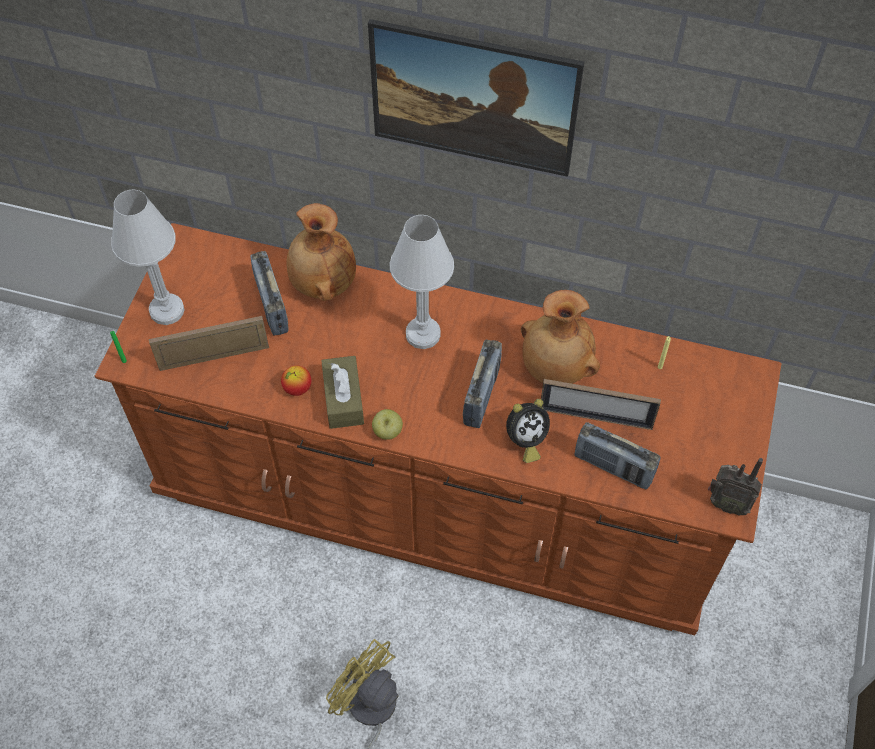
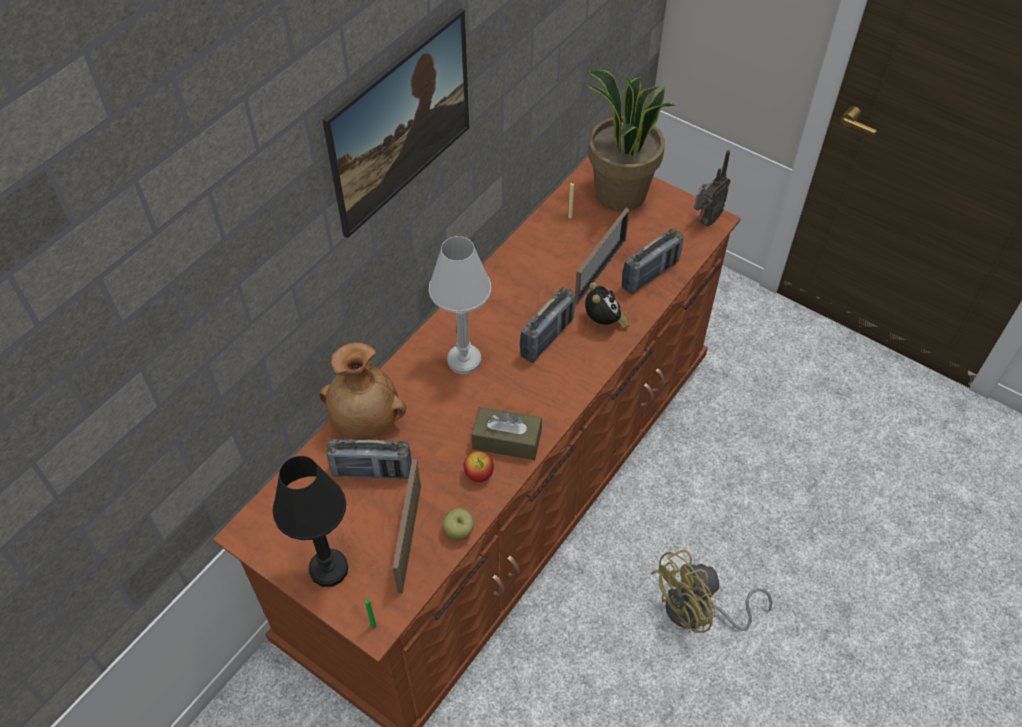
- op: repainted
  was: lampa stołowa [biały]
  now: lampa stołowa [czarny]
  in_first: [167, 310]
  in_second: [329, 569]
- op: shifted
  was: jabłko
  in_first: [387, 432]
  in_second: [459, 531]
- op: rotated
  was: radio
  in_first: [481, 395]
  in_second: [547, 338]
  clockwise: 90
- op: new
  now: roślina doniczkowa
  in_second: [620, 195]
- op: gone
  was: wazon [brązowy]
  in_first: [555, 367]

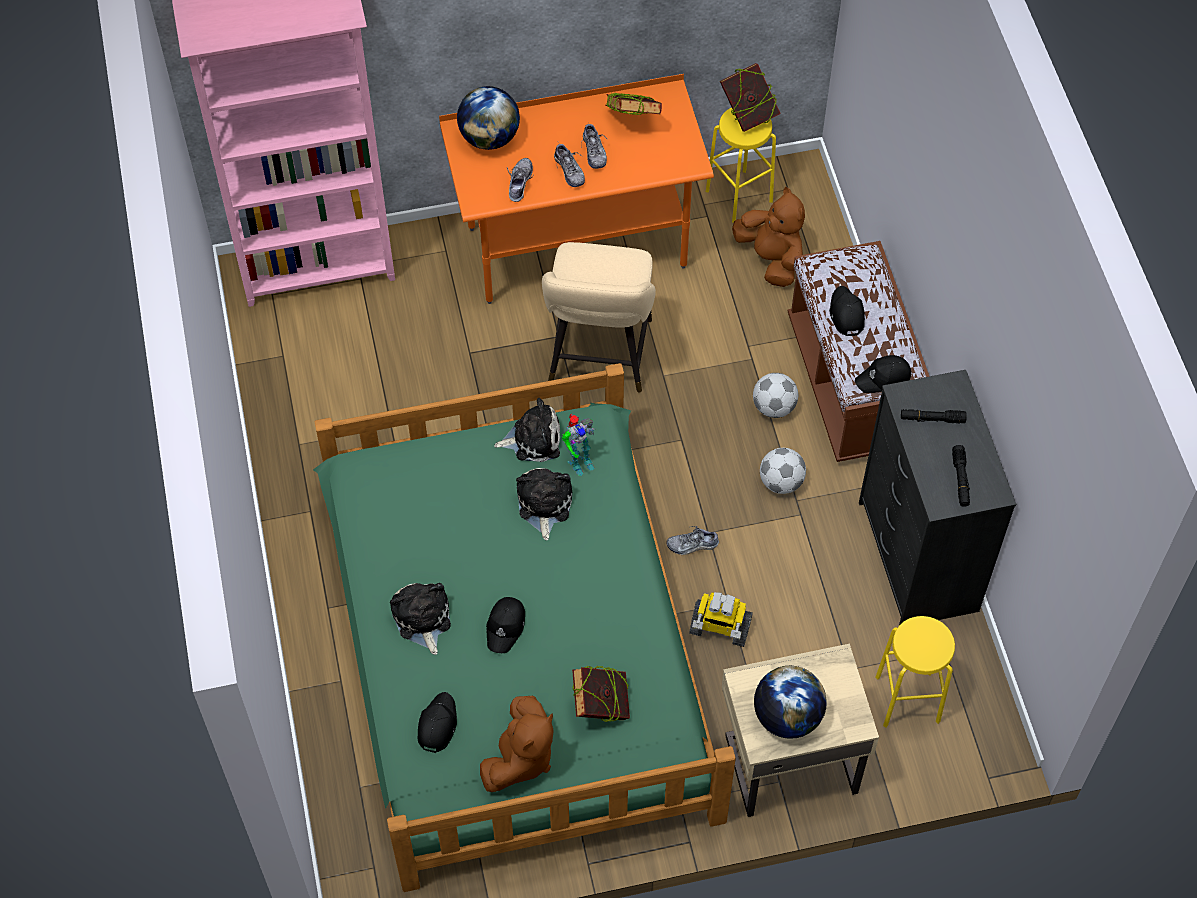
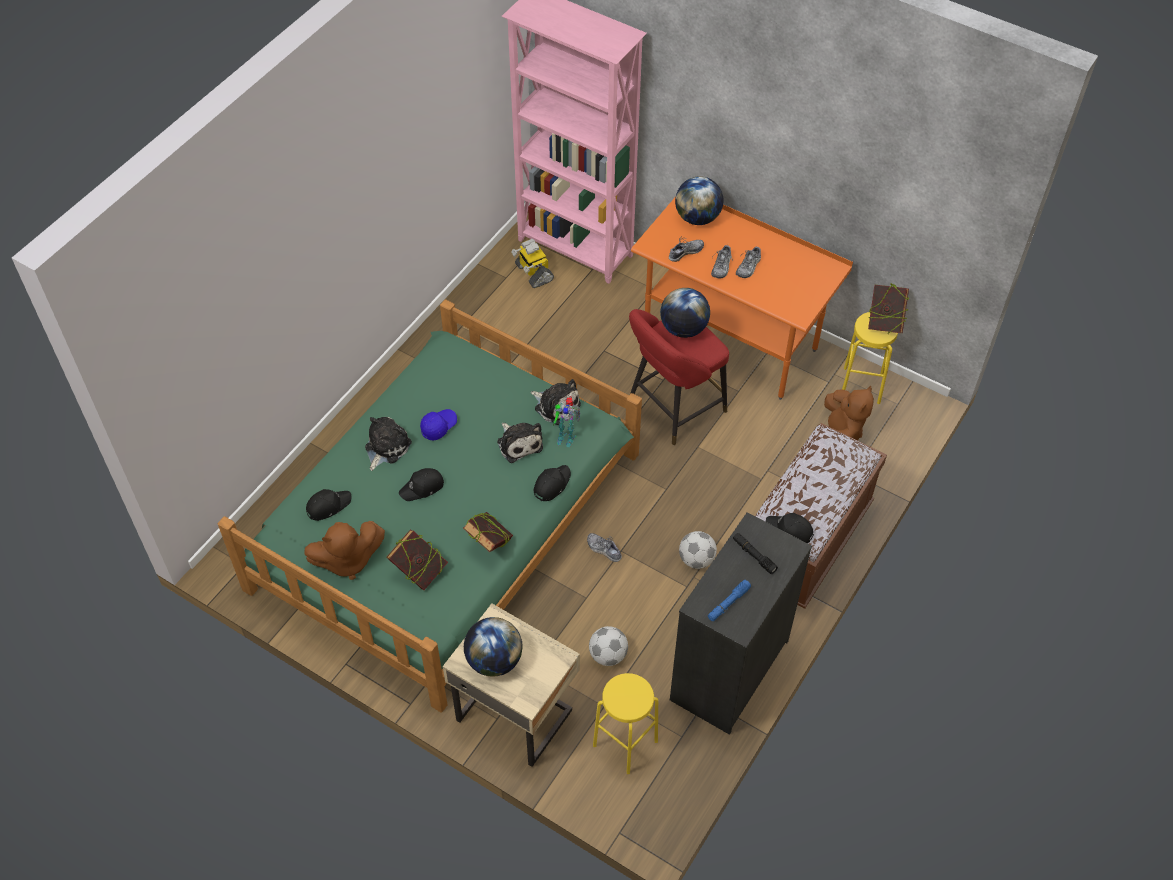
- op: new
  now: czapka z daszkiem [niebieski]
  in_second: [438, 427]
- op: shifted
  was: książka
  in_first: [632, 122]
  in_second: [489, 544]
- op: rotated
  was: pluszak
  in_first: [544, 505]
  in_second: [519, 443]
  clockwise: 105
- op: shifted
  was: robot zabawkowy
  in_first: [719, 627]
  in_second: [533, 273]
- op: shifted
  was: czapka z daszkiem [czarny]
  in_first: [846, 314]
  in_second: [551, 484]
- op: shifted
  was: piłka futbolowa
  in_first: [773, 407]
  in_second: [607, 655]
- op: repainted
  was: stołek [beżowy]
  now: stołek [czerwony]
  in_first: [599, 357]
  in_second: [673, 408]
- op: new
  now: globus
  in_second: [683, 329]
- op: repainted
  was: latarka [czarny]
  now: latarka [niebieski]
  in_first: [960, 479]
  in_second: [728, 603]

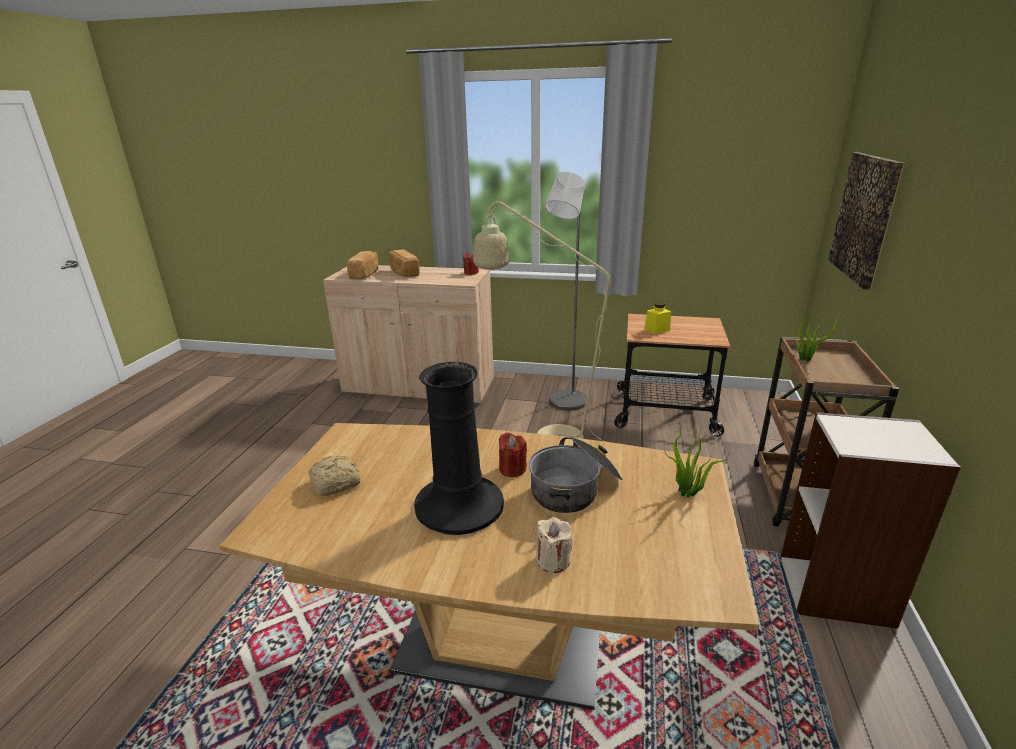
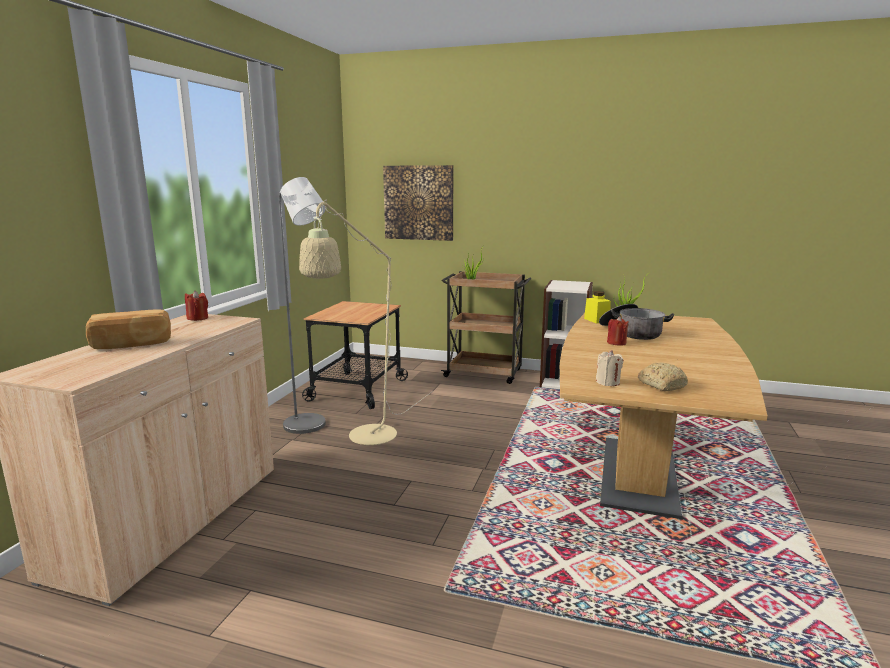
- op: shifted
  was: słoik [żółty]
  in_first: [657, 330]
  in_second: [596, 320]
- op: shifted
  was: świeca [beżowy]
  in_first: [553, 560]
  in_second: [608, 382]
- op: gone
  was: chleb
  in_first: [365, 274]
- op: gone
  was: wazon [czarny]
  in_first: [460, 505]

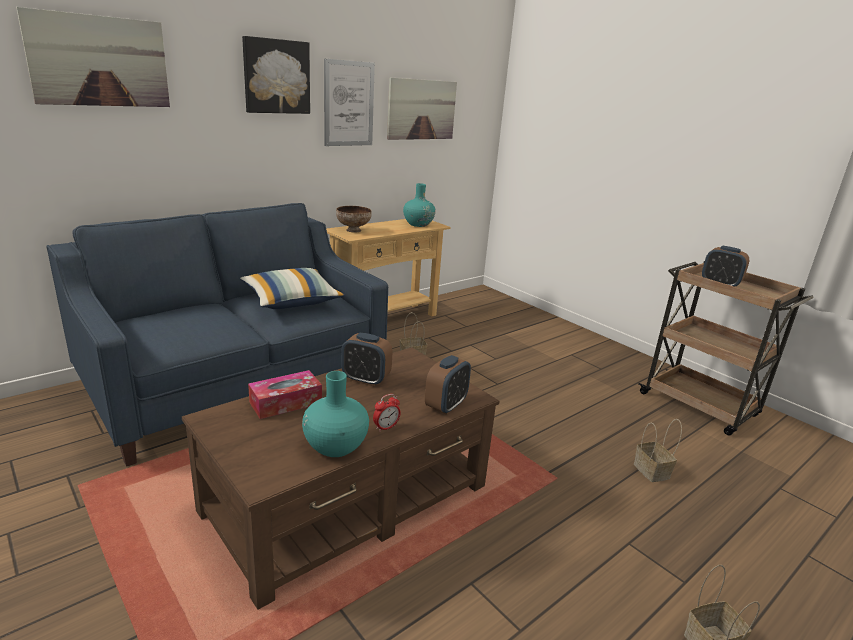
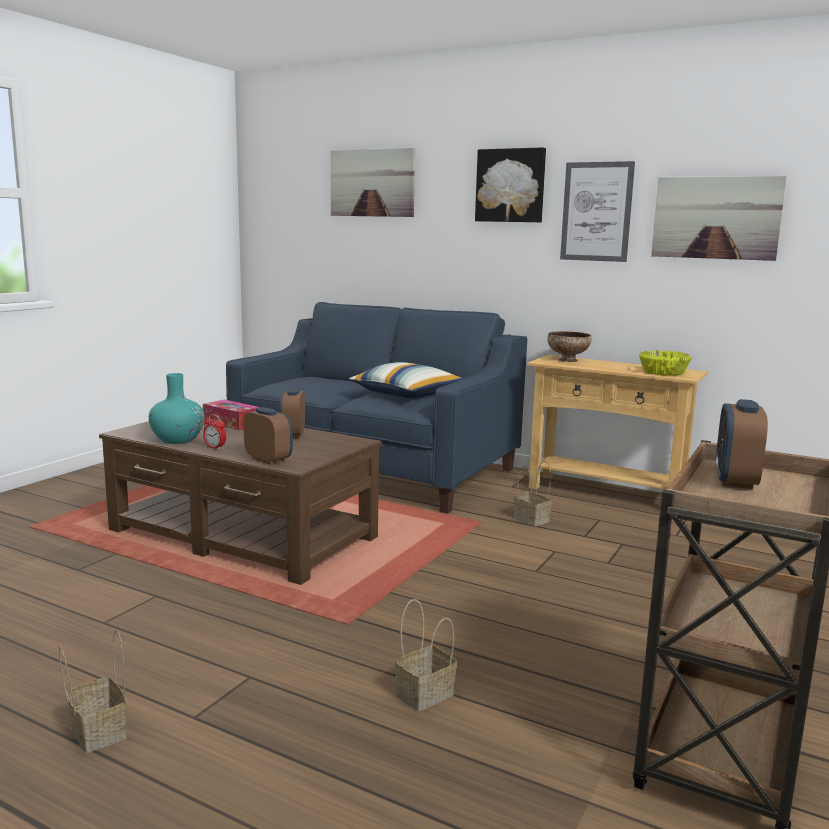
- op: rotated
  was: budzik
  in_first: [446, 405]
  in_second: [268, 459]
  clockwise: -150
- op: swapped
  was: wazon [turkusowy]
  now: miska [żółty]
  in_first: [418, 224]
  in_second: [663, 372]

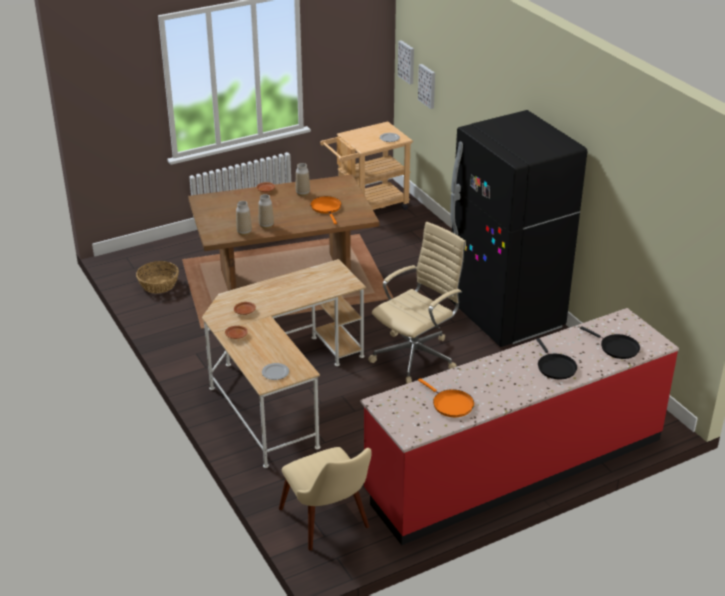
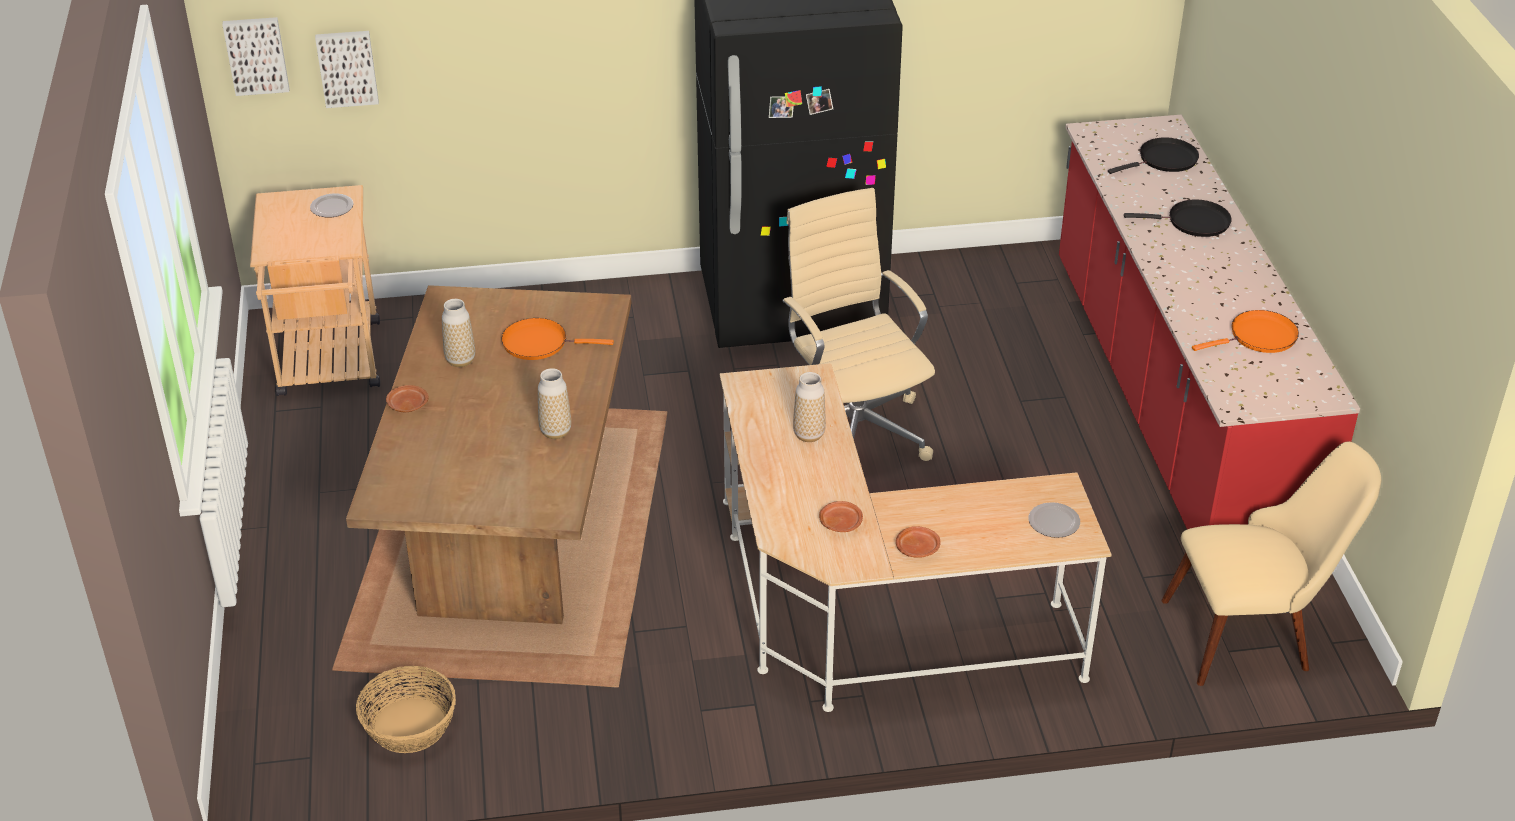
- op: shifted
  was: wazon
  in_first: [244, 233]
  in_second: [809, 435]

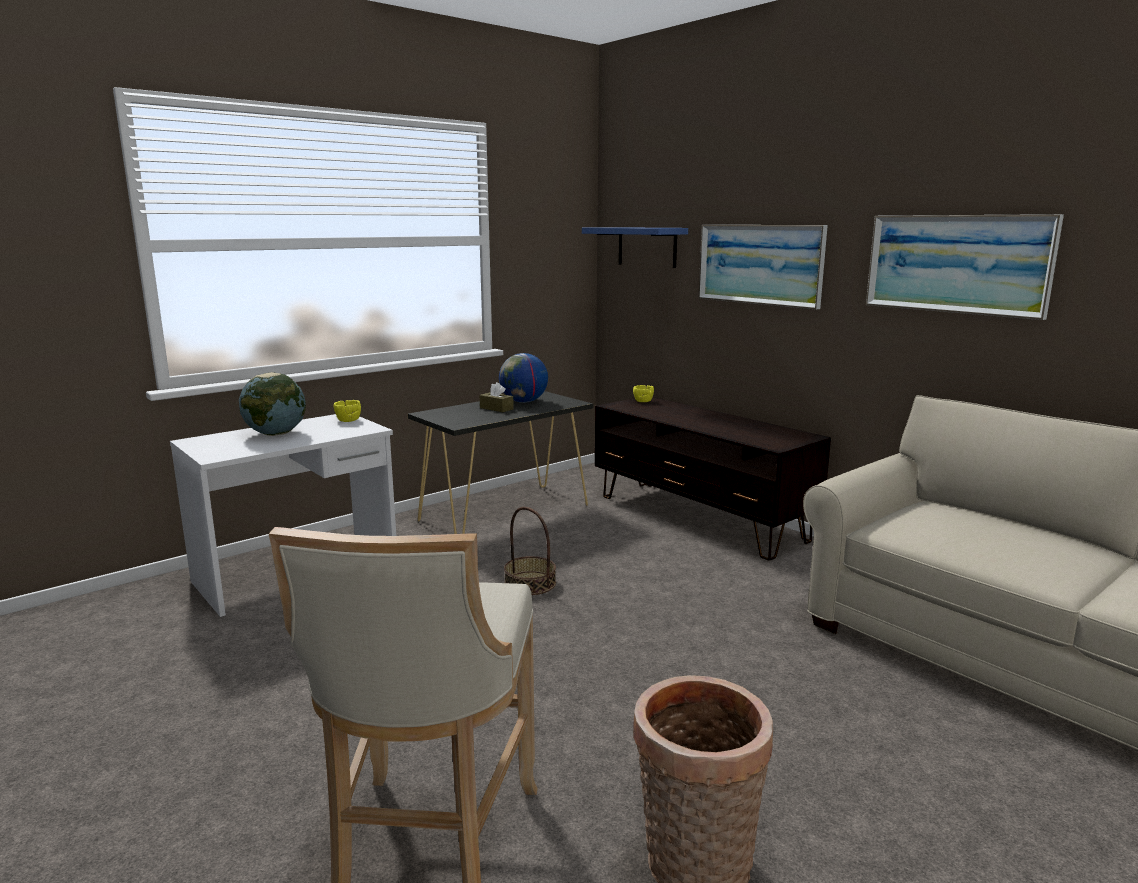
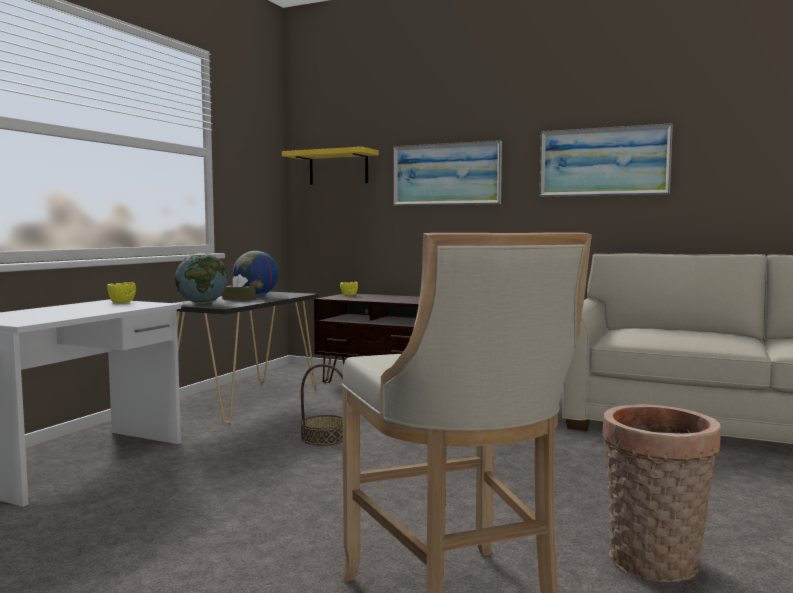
- op: shifted
  was: globus
  in_first: [276, 434]
  in_second: [202, 303]
- op: repainted
  was: półka [niebieski]
  now: półka [żółty]
  in_first: [647, 246]
  in_second: [338, 168]

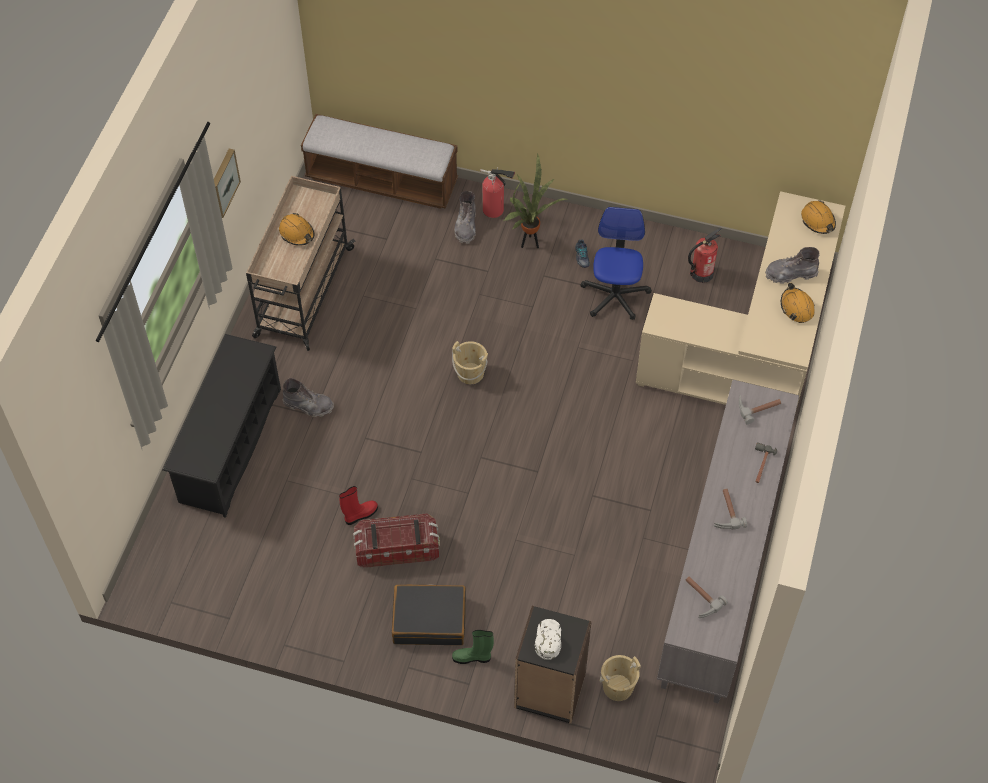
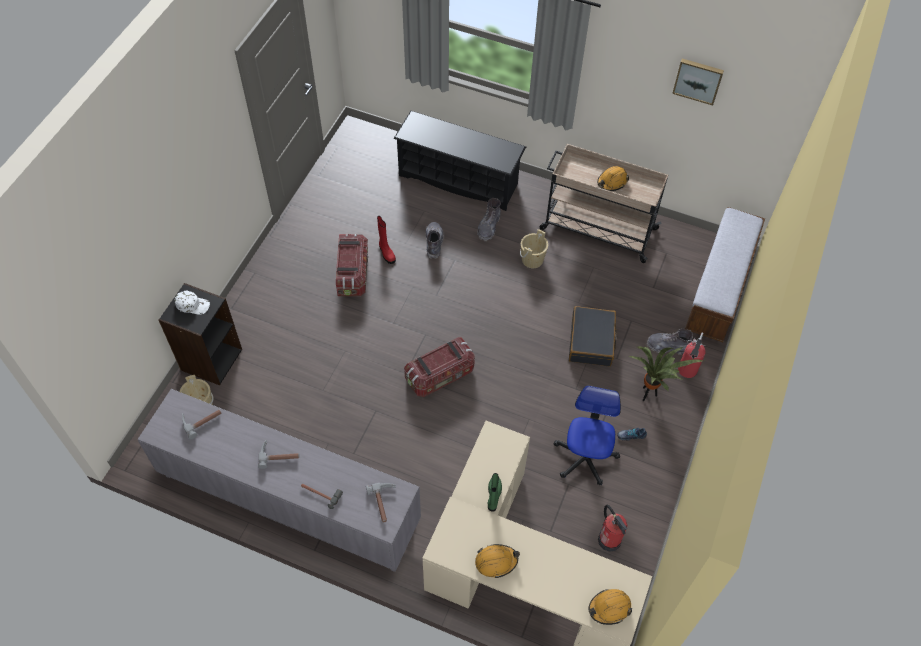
- op: new
  now: pojemnik do przechowywania
  in_second: [440, 375]
- op: shifted
  was: but z cholewką [szary]
  in_first: [790, 274]
  in_second: [434, 243]
- op: shifted
  was: but z cholewką [zielony]
  in_first: [473, 657]
  in_second: [493, 496]
- op: shifted
  was: wiadro [beżowy]
  in_first: [470, 373]
  in_second: [532, 259]
- op: rotated
  was: krzesło biurowe
  in_first: [615, 295]
  in_second: [585, 457]
  clockwise: -90
- op: shifted
  was: walizka [czarny]
  in_first: [429, 620]
  in_second: [591, 341]
- op: shifted
  was: obraz
  in_first: [223, 182]
  in_second: [698, 80]

